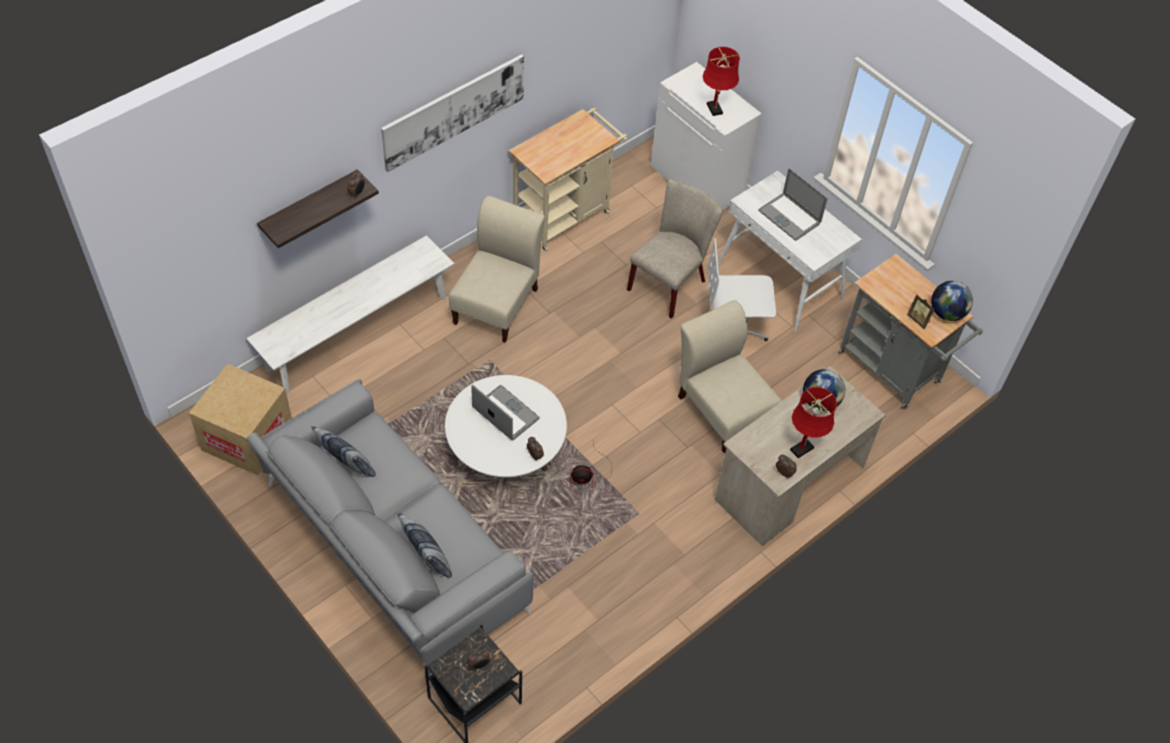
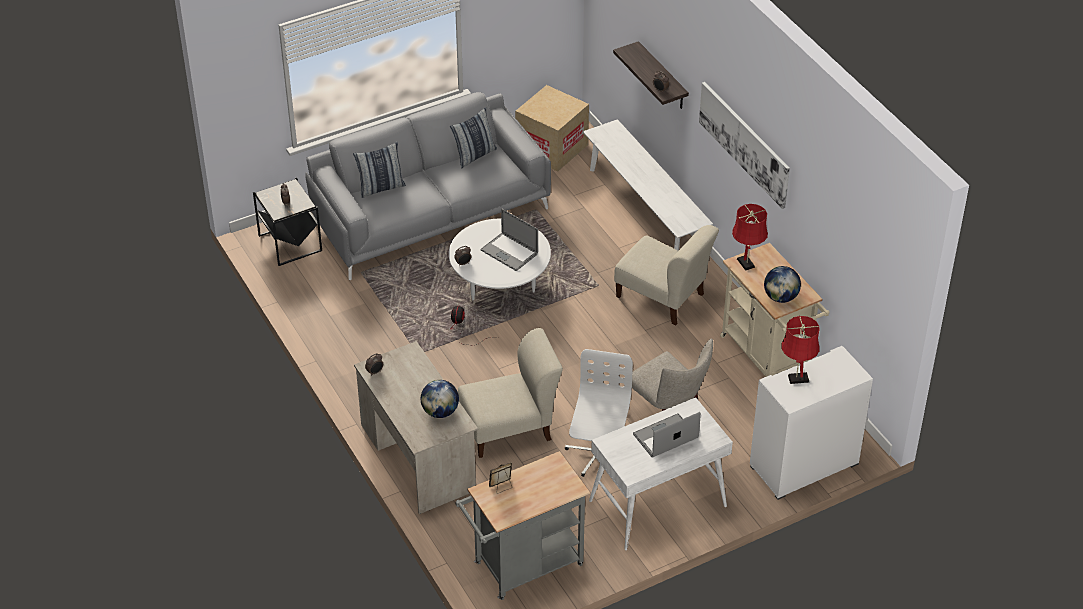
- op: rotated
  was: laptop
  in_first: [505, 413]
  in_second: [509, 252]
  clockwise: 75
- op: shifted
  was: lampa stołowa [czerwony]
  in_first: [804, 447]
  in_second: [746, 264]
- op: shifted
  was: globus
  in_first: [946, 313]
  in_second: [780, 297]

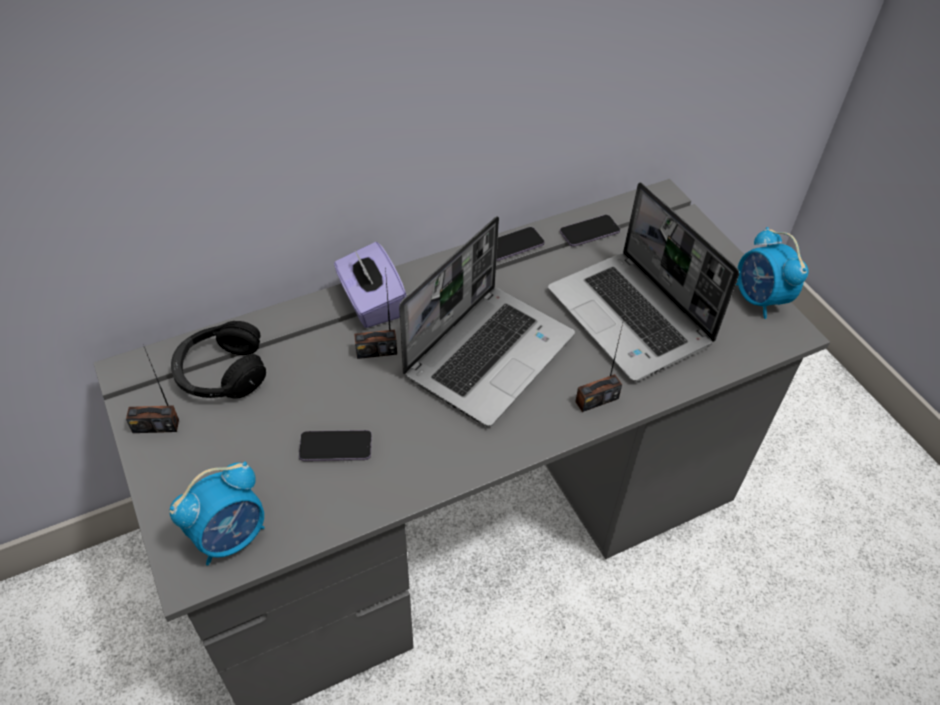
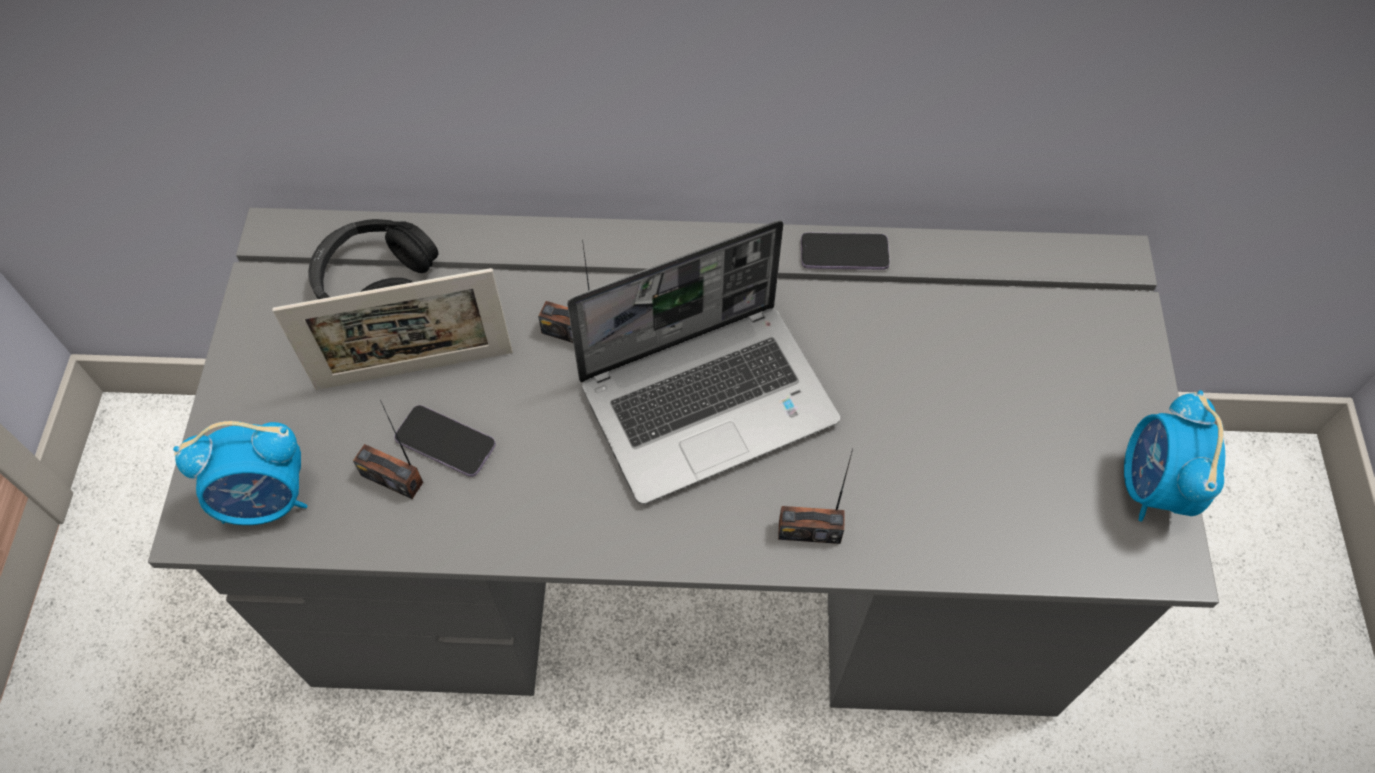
- op: new
  now: ramka na zdjęcie
  in_second: [415, 370]
- op: shifted
  was: radio
  in_first: [156, 426]
  in_second: [392, 478]
- op: gone
  was: pudełko chusteczek [fioletowy]
  in_first: [371, 303]
- op: gone
  was: laptop
  in_first: [631, 318]
- op: gone
  was: telefon
  in_first: [589, 232]

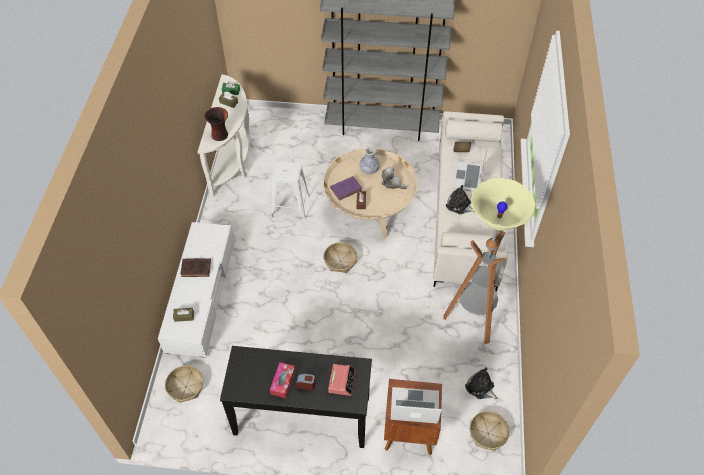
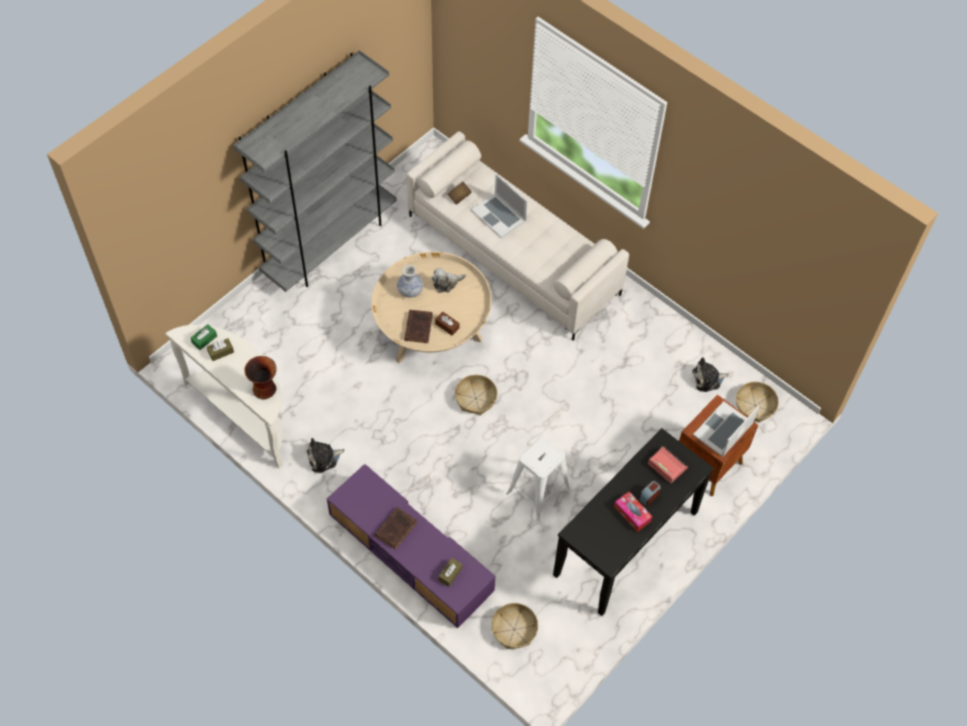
- op: shifted
  was: pluszak
  in_first: [459, 205]
  in_second: [324, 458]
- op: repainted
  was: szafka pod telewizor [biały]
  now: szafka pod telewizor [fioletowy]
  in_first: [201, 295]
  in_second: [410, 553]
- op: repainted
  was: książka [fioletowy]
  now: książka [brązowy]
  in_first: [346, 189]
  in_second: [418, 327]
- op: shifted
  was: stołek [biały]
  in_first: [290, 206]
  in_second: [538, 491]
- op: gone
  was: lampa stojąca
  in_first: [472, 320]

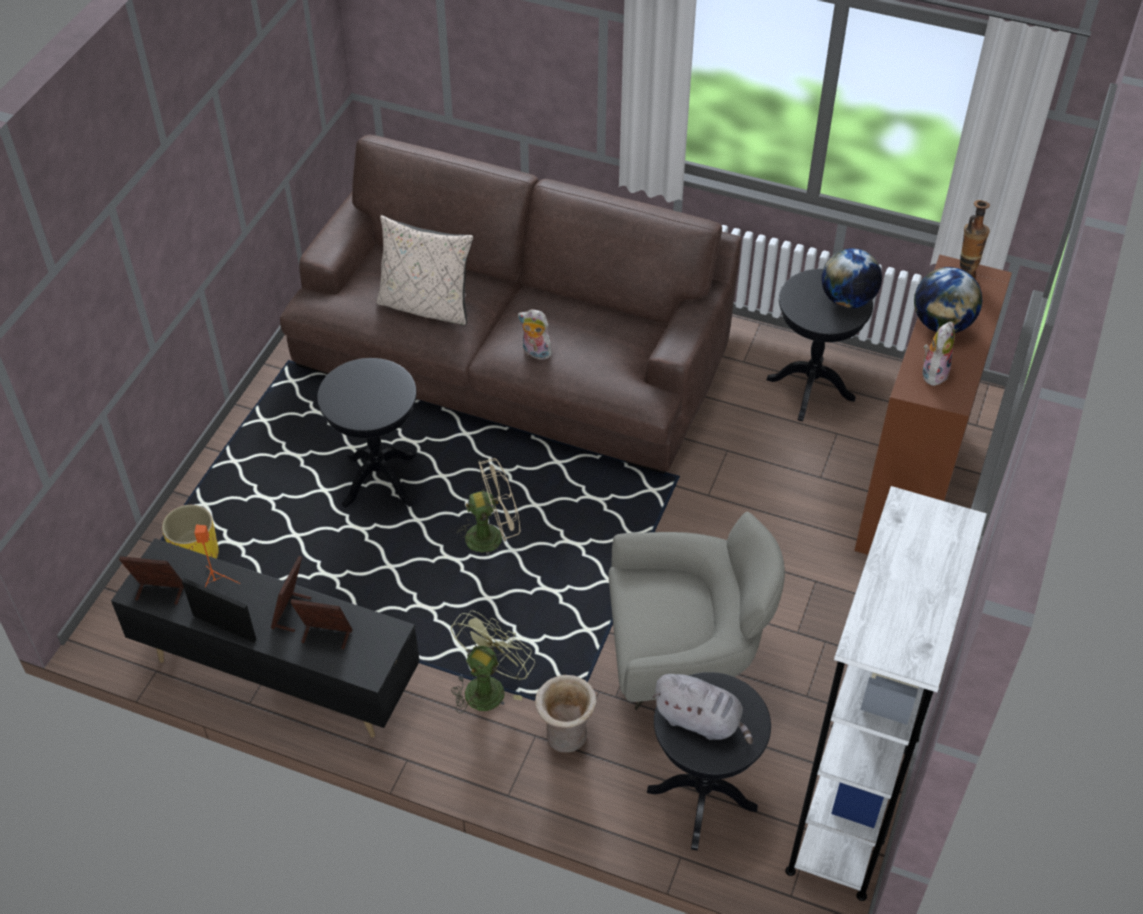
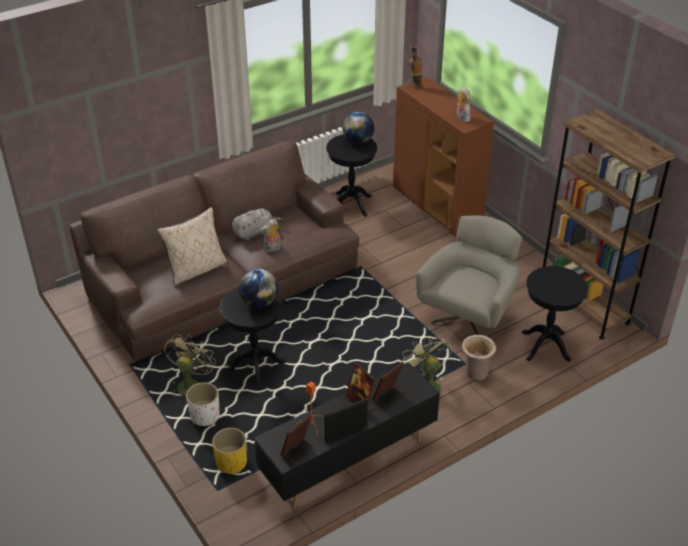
- op: shifted
  was: wentylator [beżowy]
  in_first: [492, 535]
  in_second: [190, 384]
- op: new
  now: donica [biały]
  in_second: [204, 416]
- op: shifted
  was: pluszak [szary]
  in_first: [701, 720]
  in_second: [255, 232]
- op: shifted
  was: globus
  in_first: [942, 324]
  in_second: [259, 303]
- op: repainted
  was: regał [biały]
  now: regał [brązowy]
  in_first: [848, 808]
  in_second: [583, 306]

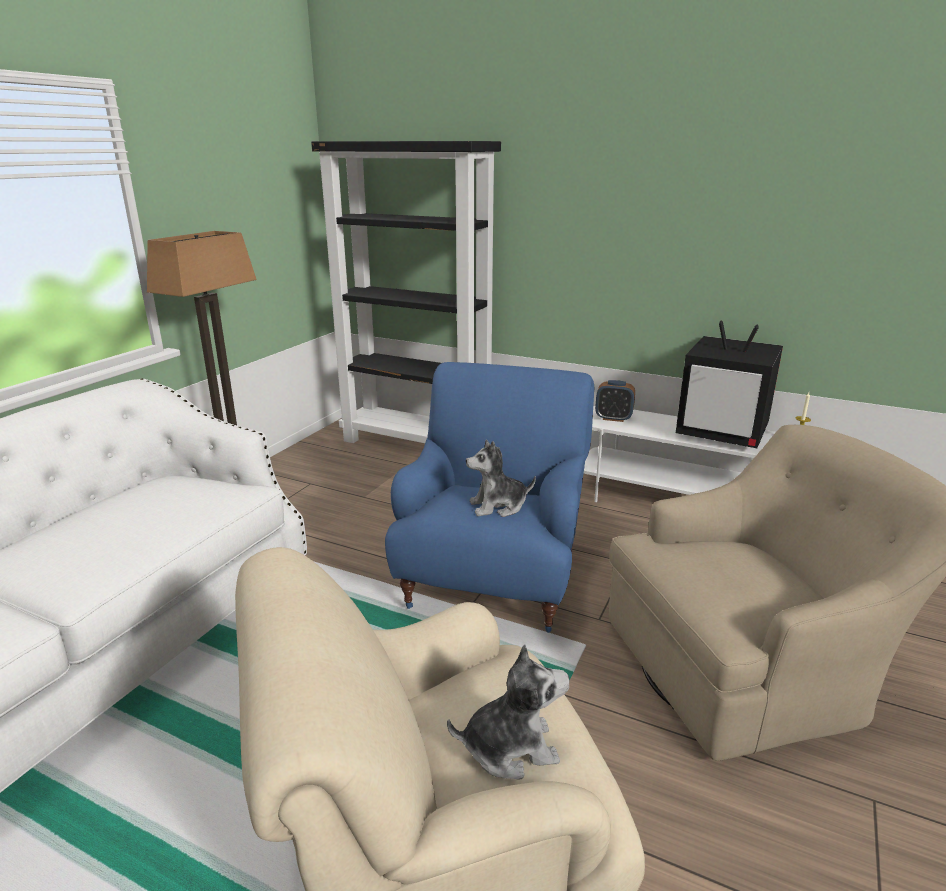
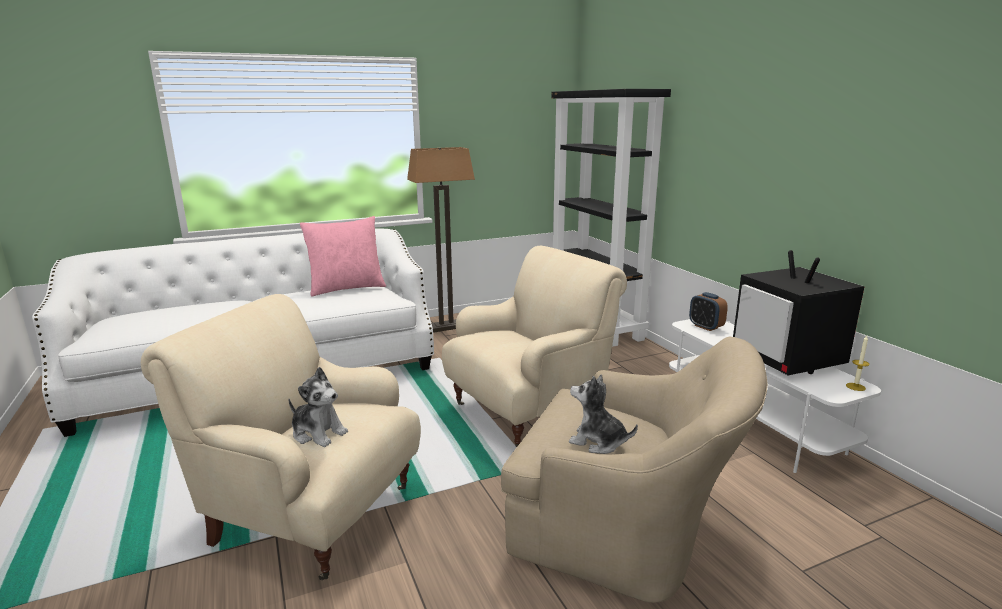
- op: new
  now: poduszka [różowy]
  in_second: [346, 288]
- op: repainted
  was: fotel [niebieski]
  now: fotel [beżowy]
  in_first: [494, 580]
  in_second: [529, 411]
- op: shifted
  was: pluszak
  in_first: [498, 506]
  in_second: [598, 442]

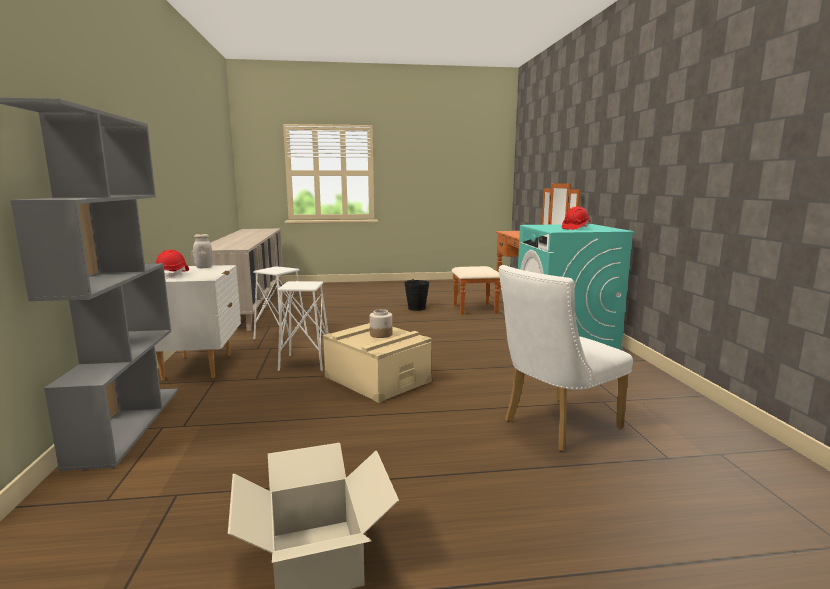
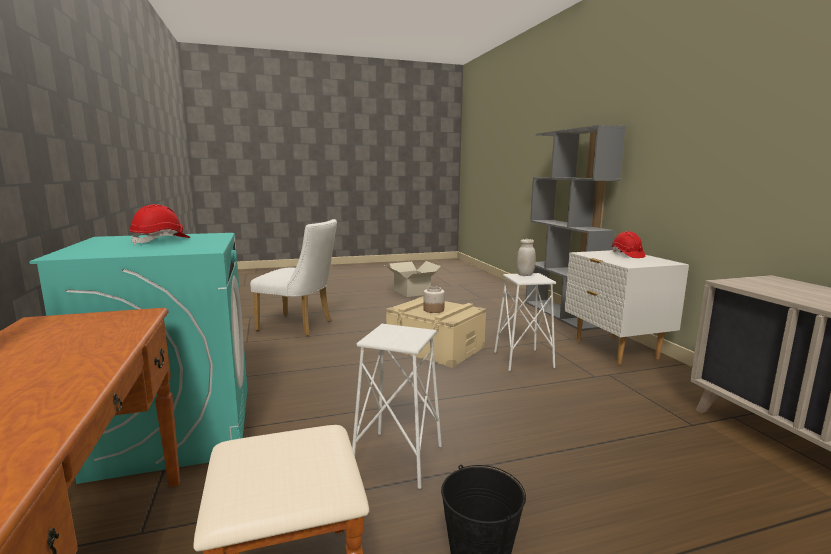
- op: rotated
  was: krzesło [biały]
  in_first: [555, 426]
  in_second: [300, 326]
  clockwise: 60
- op: shifted
  was: stołek [biały]
  in_first: [281, 336]
  in_second: [397, 459]
- op: shifted
  was: słoik [biały]
  in_first: [204, 267]
  in_second: [525, 275]

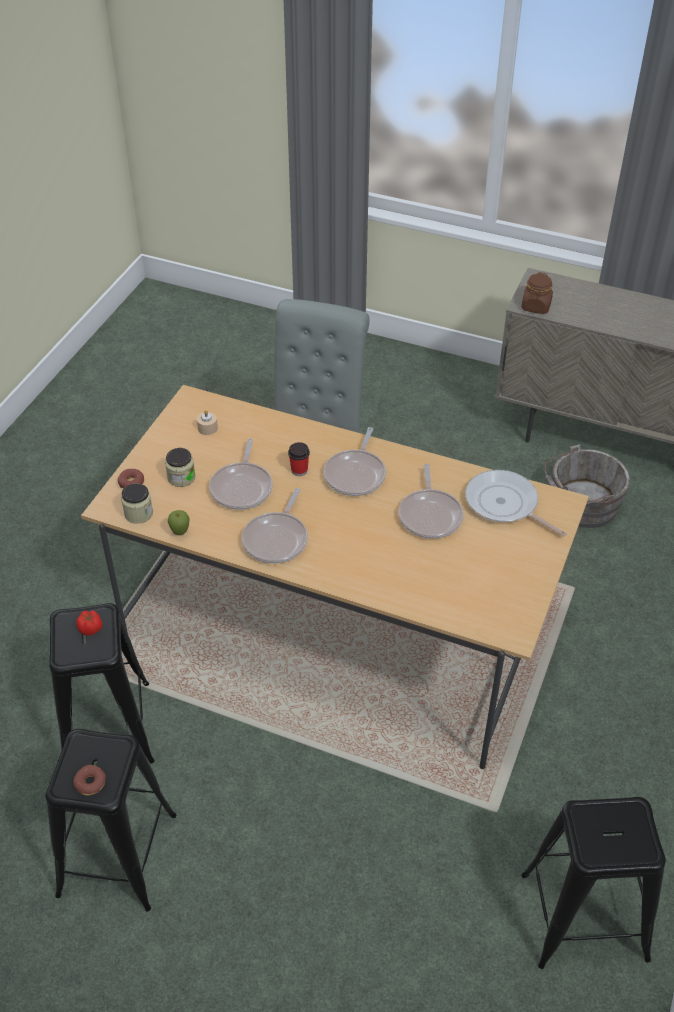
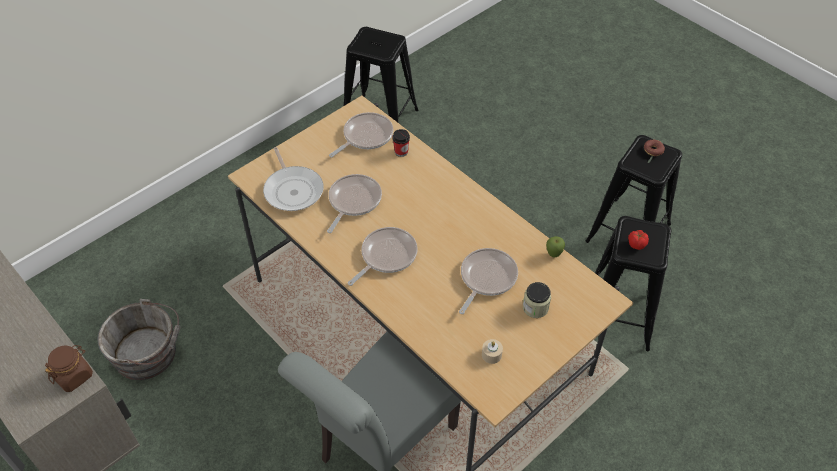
- op: shifted
  was: patelnia
  in_first: [277, 539]
  in_second: [365, 136]
- op: shifted
  was: filiżanka
  in_first: [299, 470]
  in_second: [401, 152]
- op: gone
  was: donut
  in_first: [131, 482]
- op: gone
  was: słoik
  in_first: [138, 513]

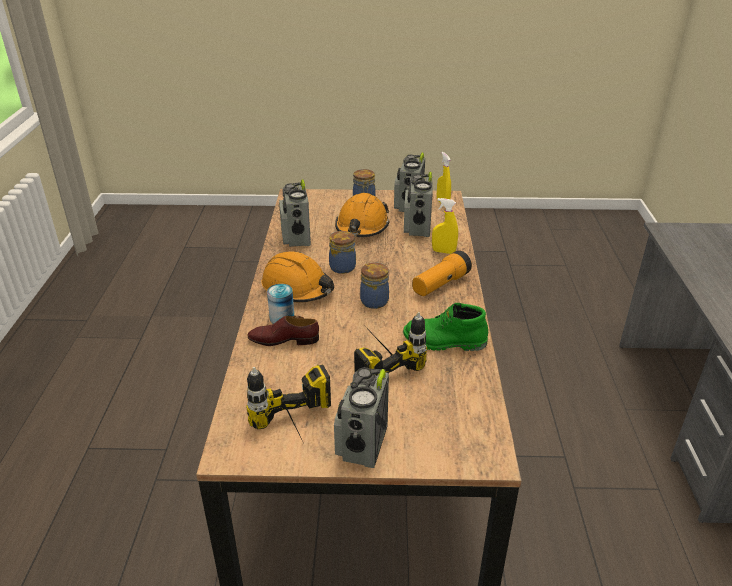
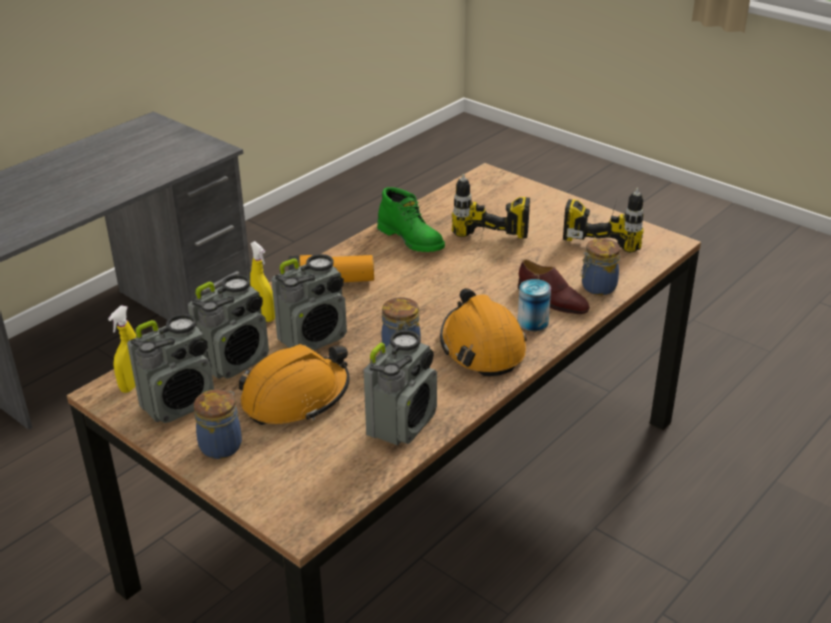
- op: shifted
  was: radio
  in_first: [361, 444]
  in_second: [314, 338]
- op: shifted
  was: słoik
  in_first: [375, 300]
  in_second: [597, 287]

